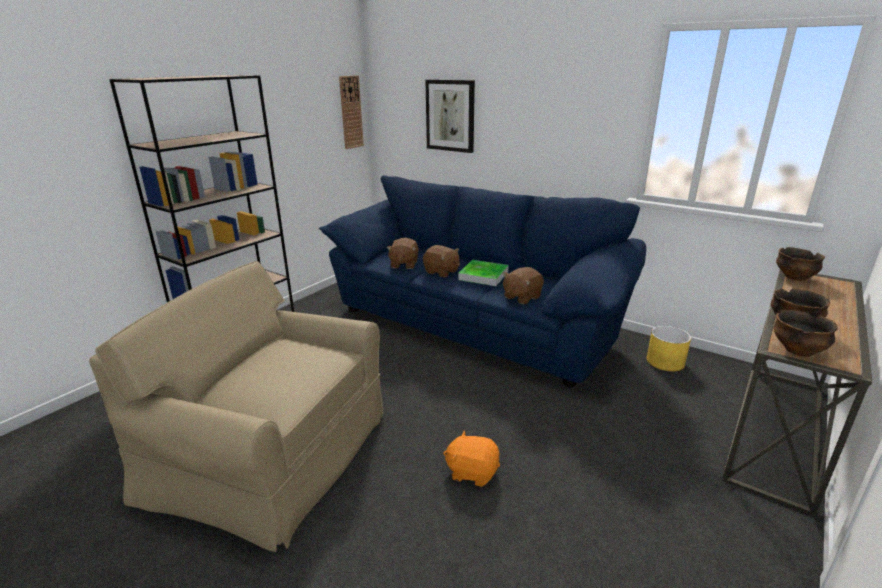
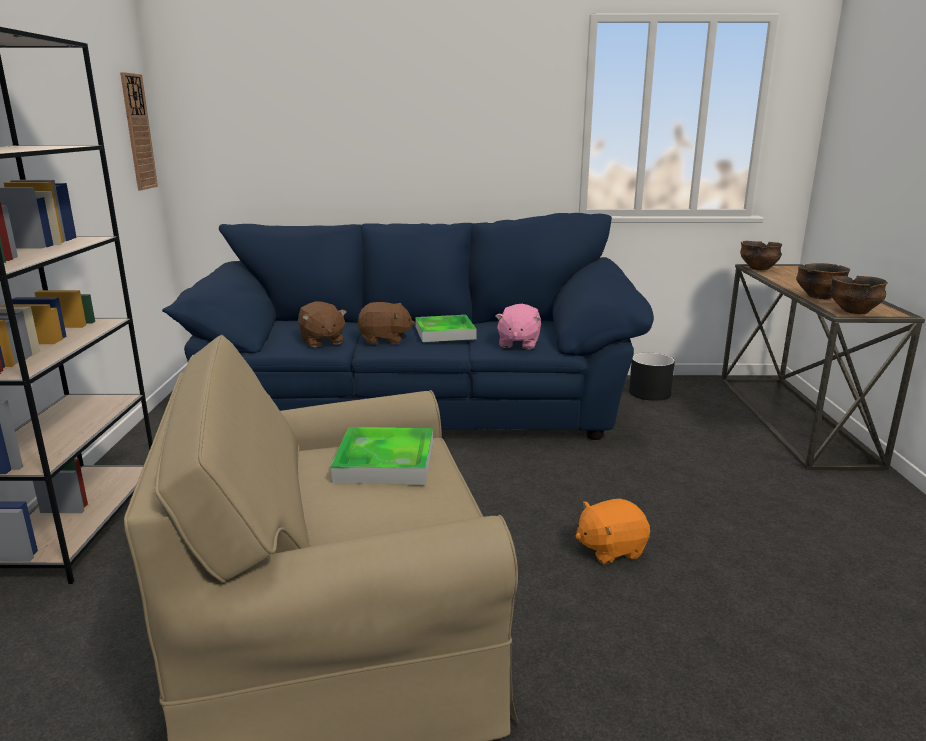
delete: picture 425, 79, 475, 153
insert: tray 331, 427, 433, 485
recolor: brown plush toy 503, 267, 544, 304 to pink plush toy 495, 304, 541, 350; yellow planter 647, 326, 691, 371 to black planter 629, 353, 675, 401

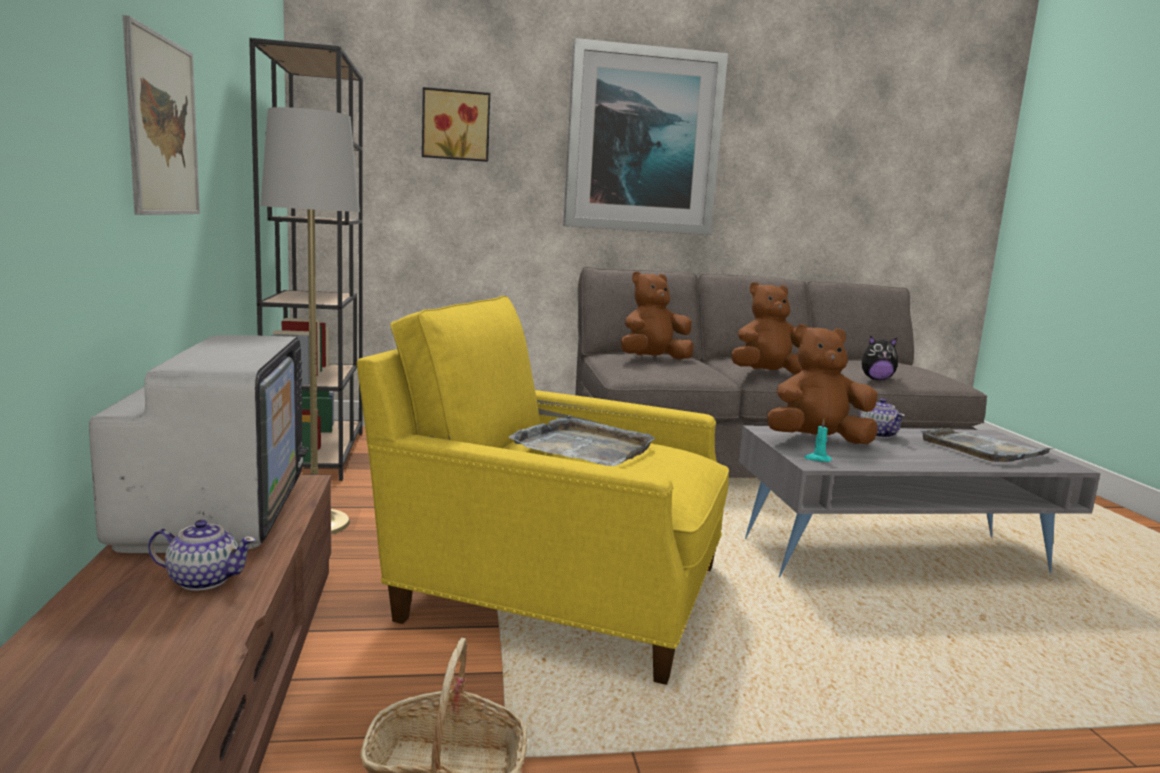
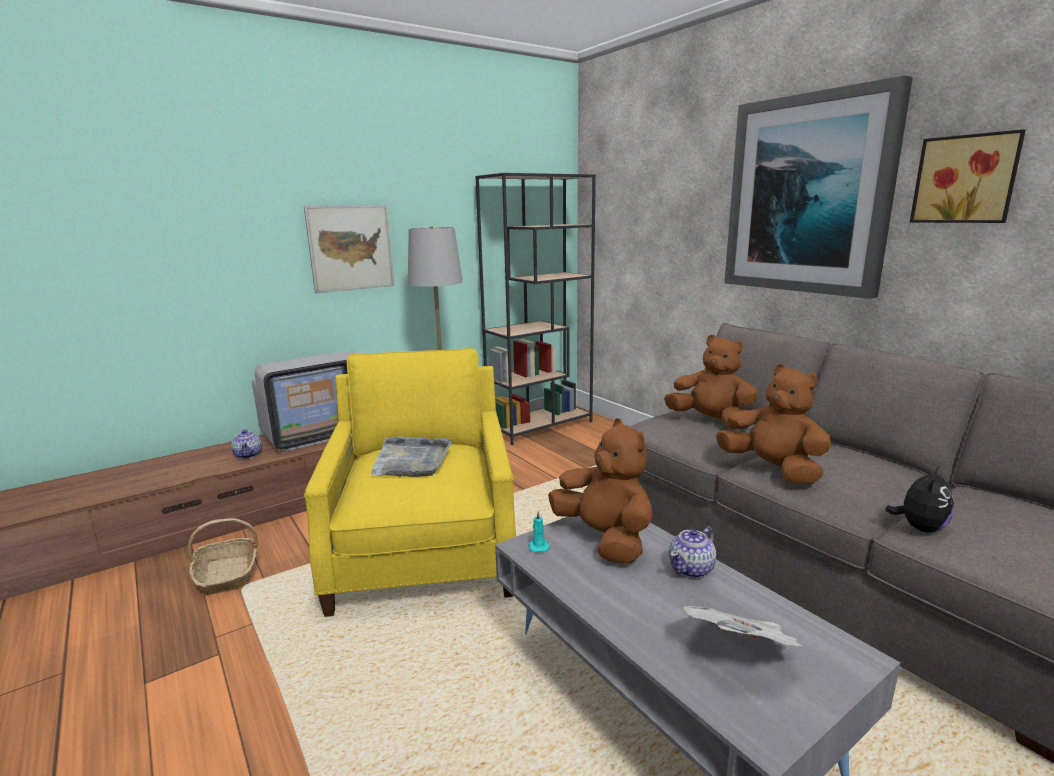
move: picture 422, 87, 490, 162 to 910, 129, 1026, 223
replace: grey tray 920, 428, 1056, 462 to newspaper 683, 606, 805, 647
rotate: plush toy 862, 336, 898, 380 = 885, 467, 954, 533 120 degrees counterclockwise

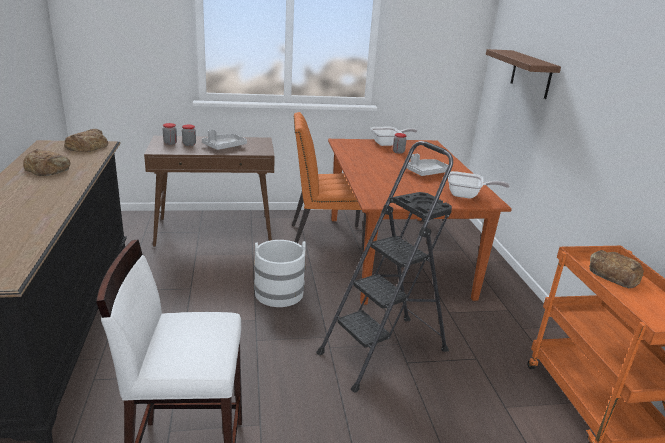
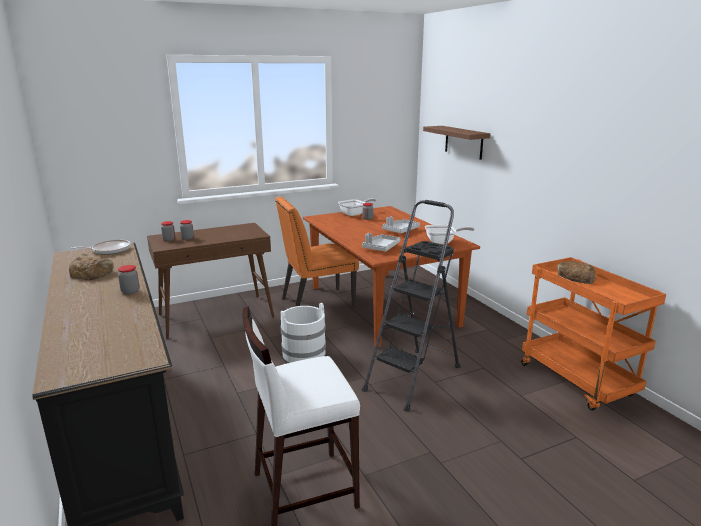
insert: jar 118, 265, 139, 294
move: grey tray 202, 129, 247, 150 to 362, 233, 400, 251
replace: bread 64, 129, 108, 152 to frying pan 71, 240, 131, 255

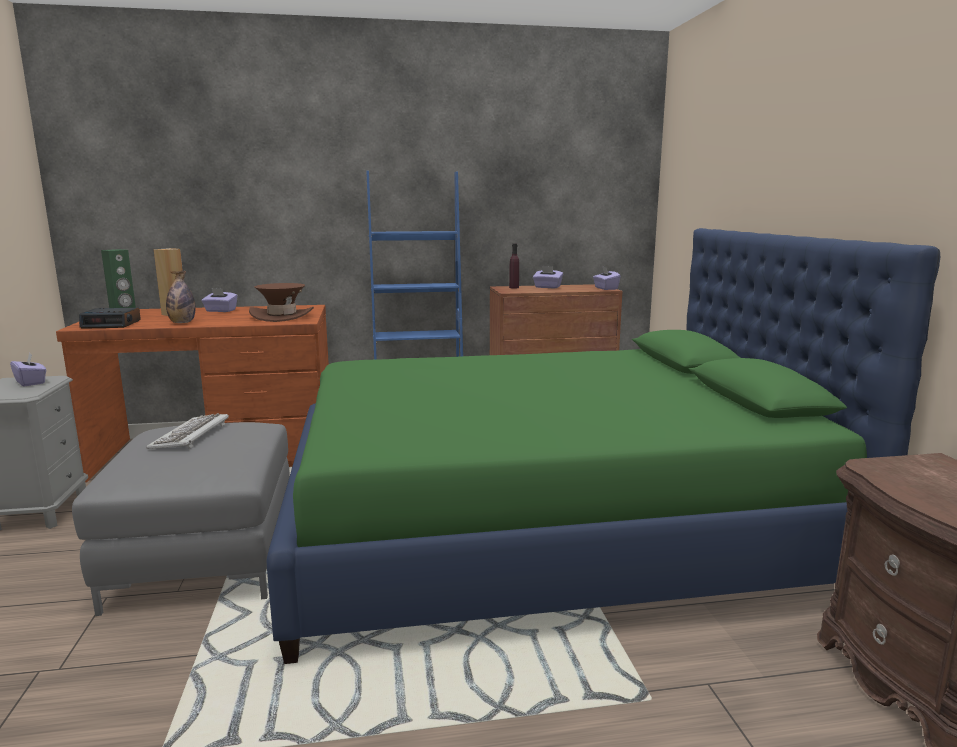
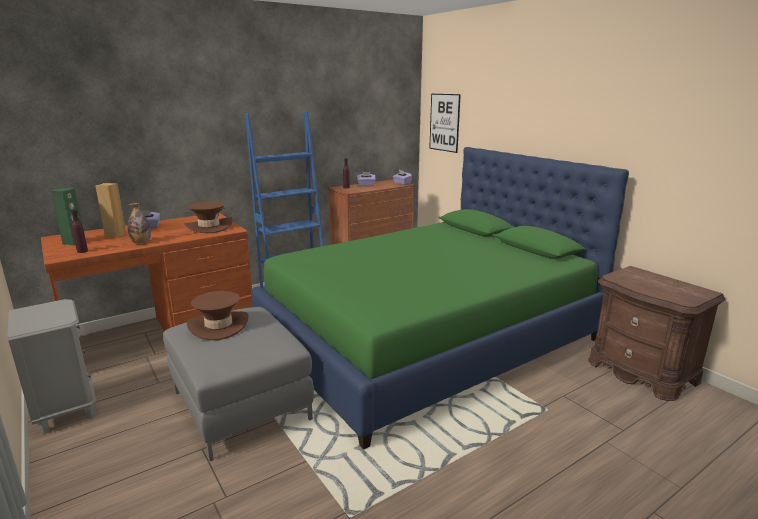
delete: purple tissue box 10, 352, 46, 387
insert: picture 429, 94, 461, 153
replace: alarm clock 79, 308, 141, 329 to purple bottle 71, 210, 88, 253; keyboard 146, 413, 229, 449 to brown hat 187, 291, 249, 340

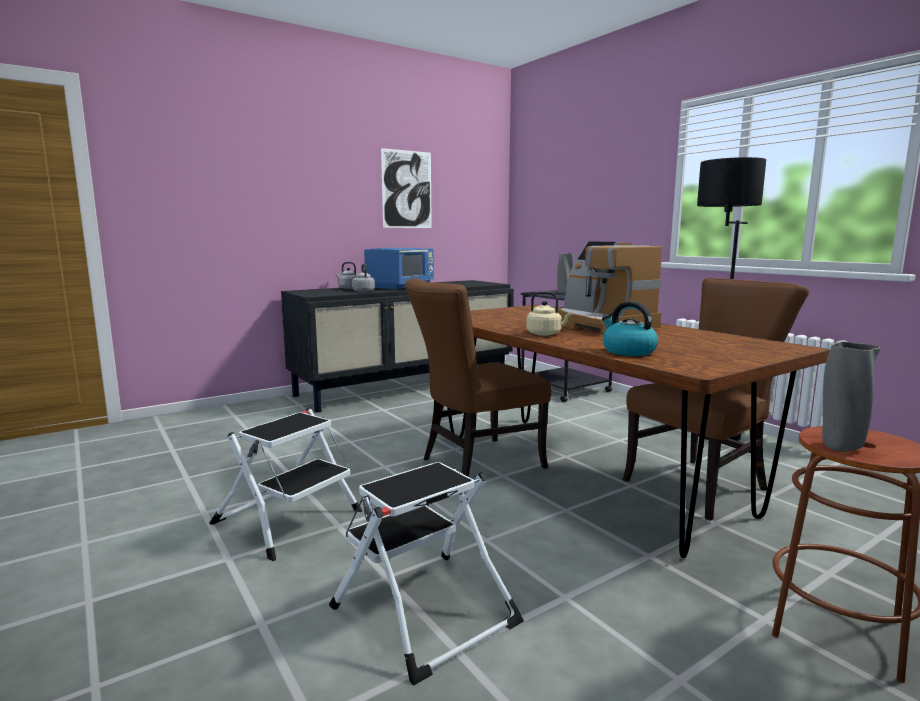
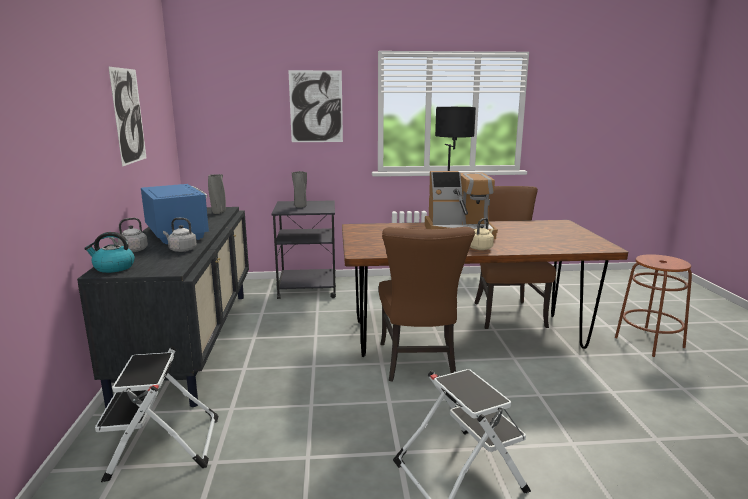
insert: picture 288, 70, 343, 142
move: kettle 602, 301, 658, 356 to 84, 232, 135, 273; step ladder 329, 462, 524, 685 to 95, 346, 219, 482; grey vase 822, 341, 881, 452 to 208, 174, 226, 214

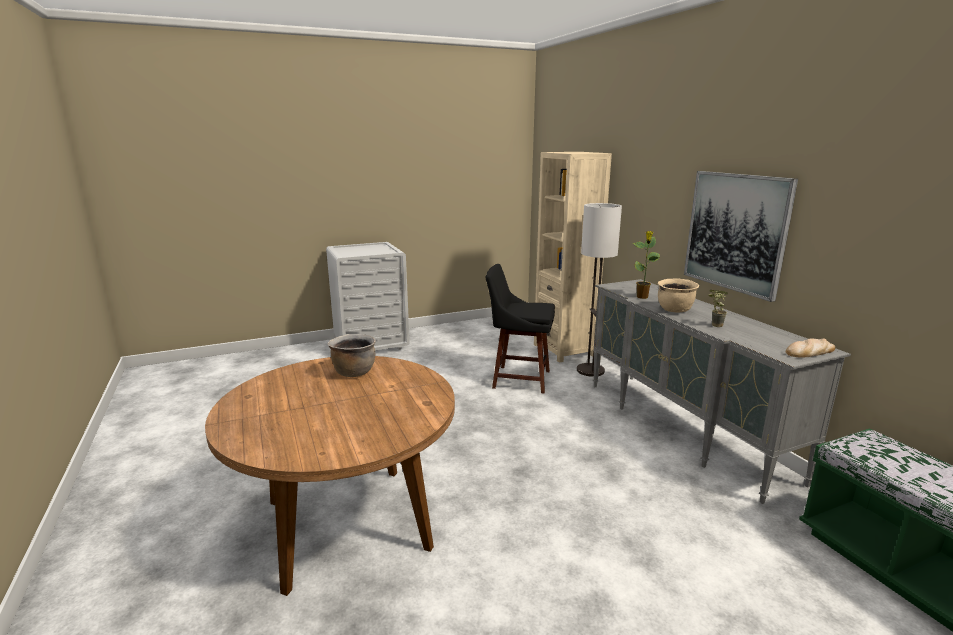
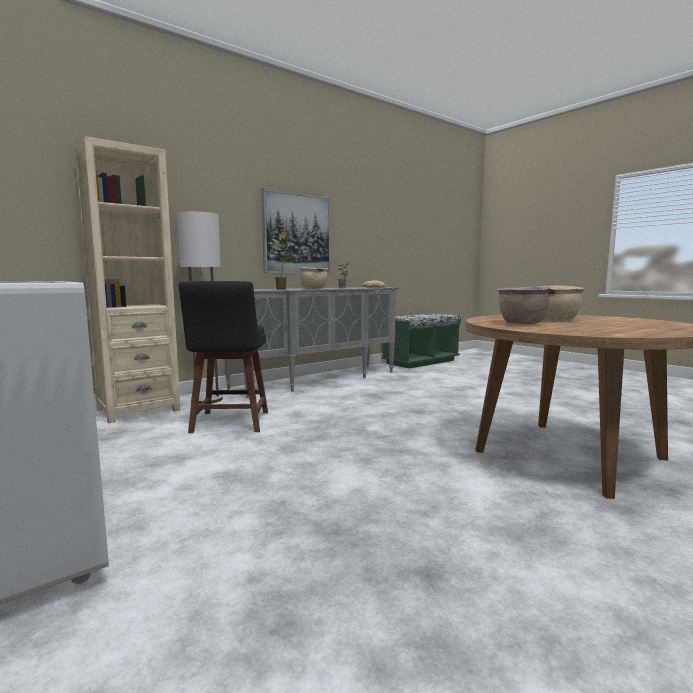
insert: beige cooking pot 536, 285, 585, 321

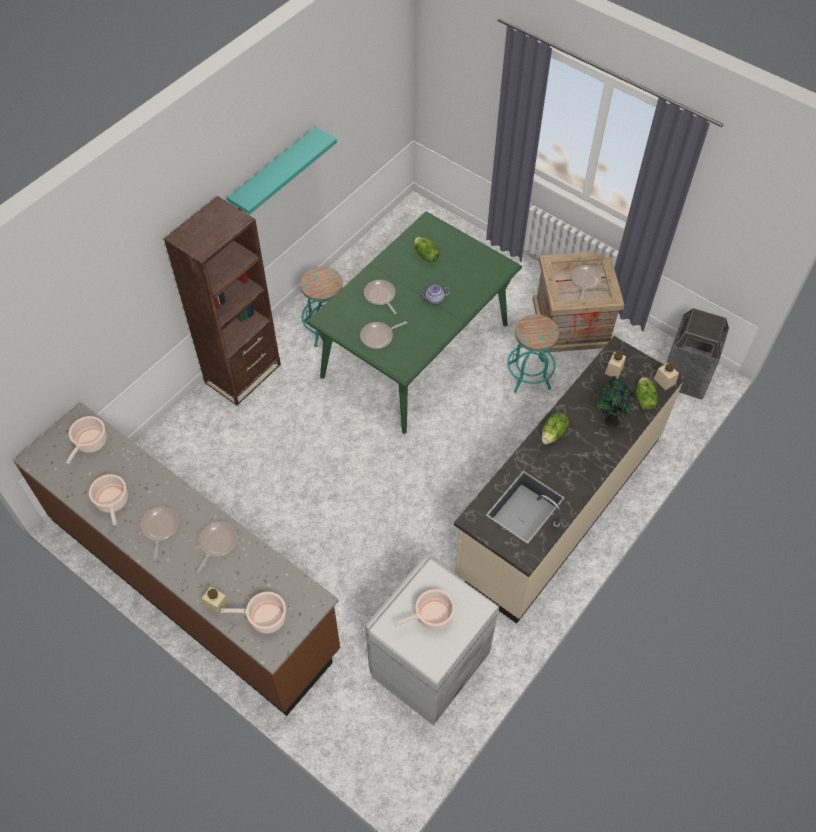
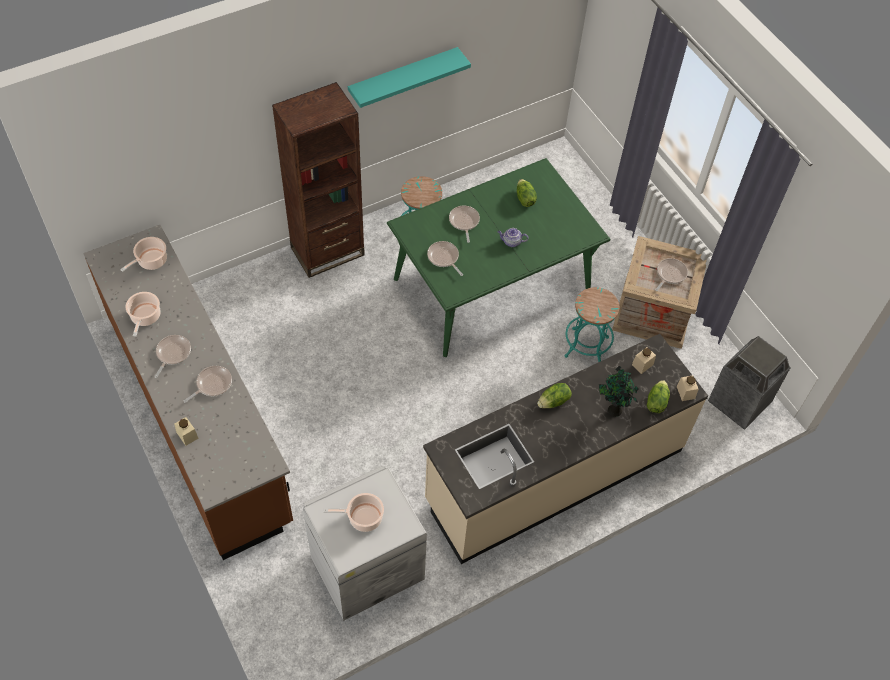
delete: cooking pot 221, 592, 286, 634
rotate: frying pan 360, 321, 407, 349 = 427, 241, 463, 276 60 degrees clockwise

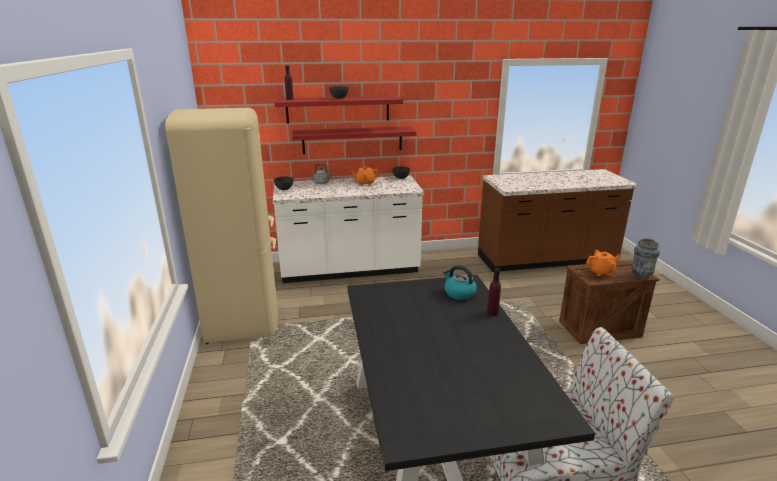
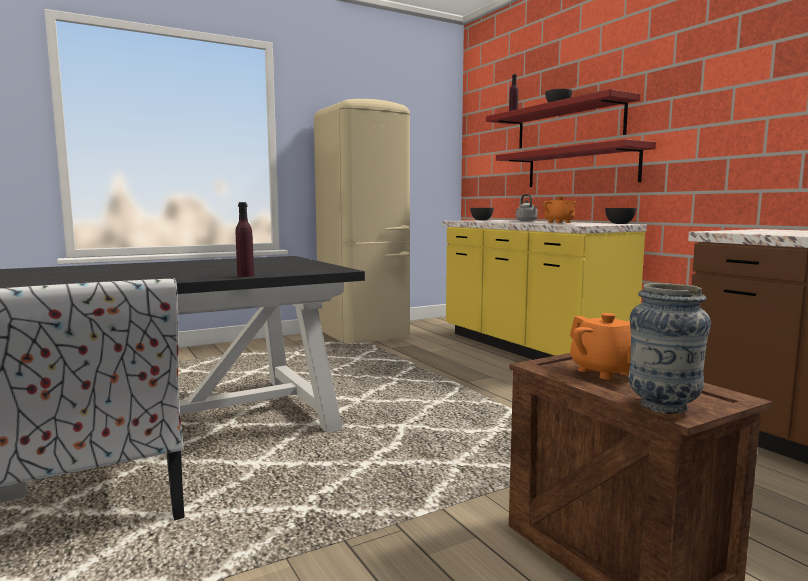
delete: kettle 443, 265, 477, 300
recolor: white counter 273, 175, 424, 283 to yellow counter 442, 220, 647, 360

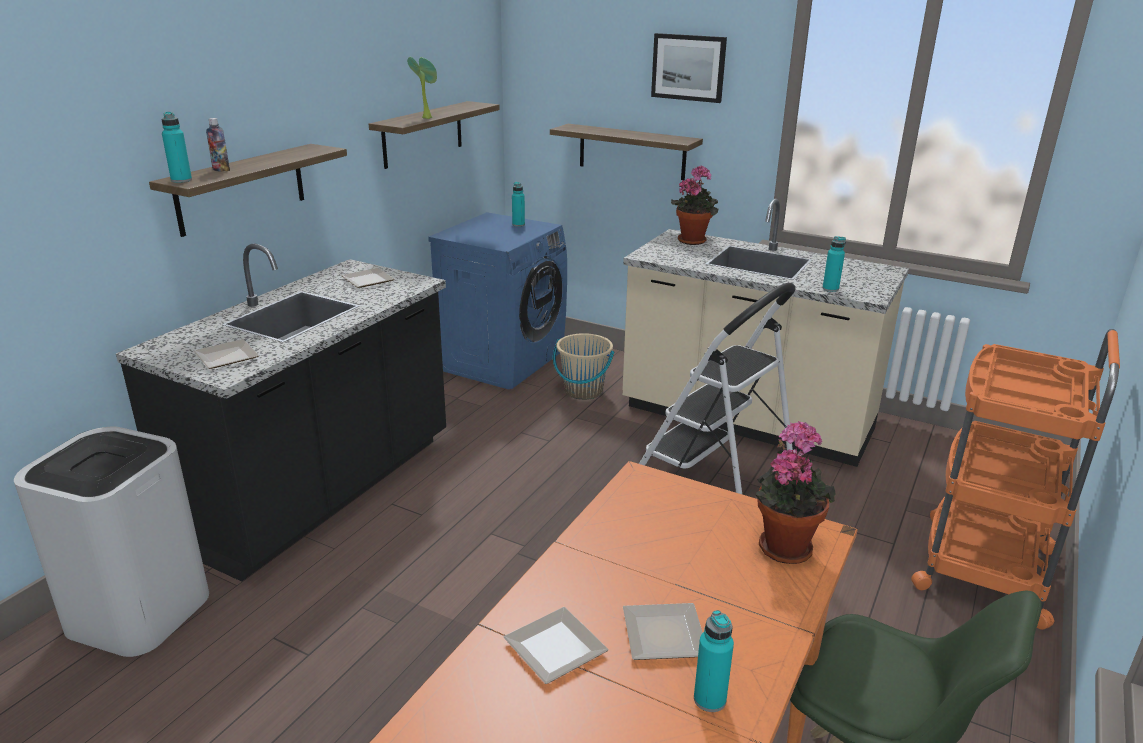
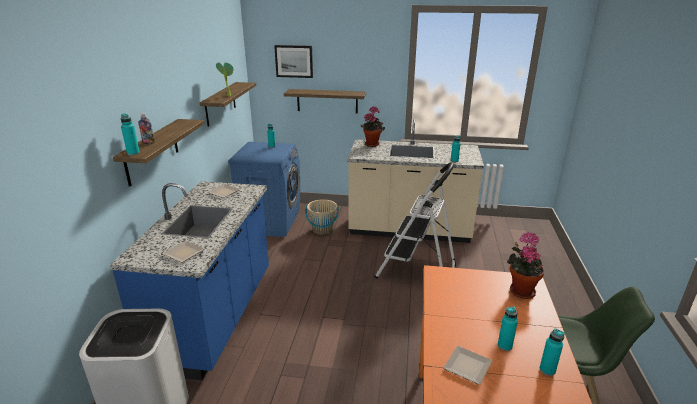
delete: orange cart 911, 329, 1120, 630
move: picture 651, 33, 727, 103 to 274, 45, 313, 78
replace: plate 623, 603, 703, 660 to turquoise bottle 498, 306, 518, 351
recolor: black counter 116, 244, 446, 582 to blue counter 110, 181, 269, 380

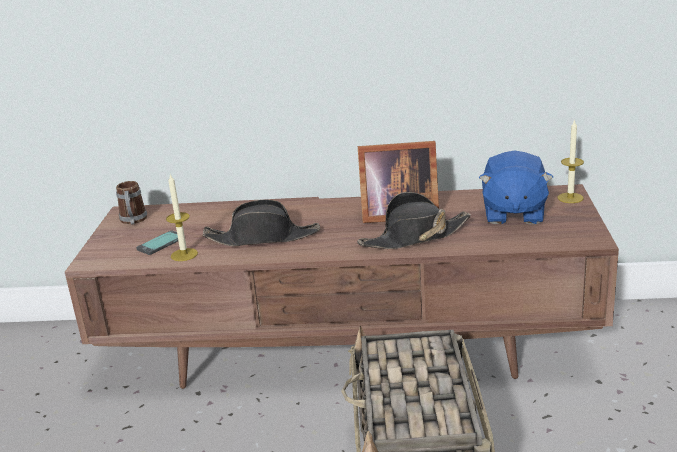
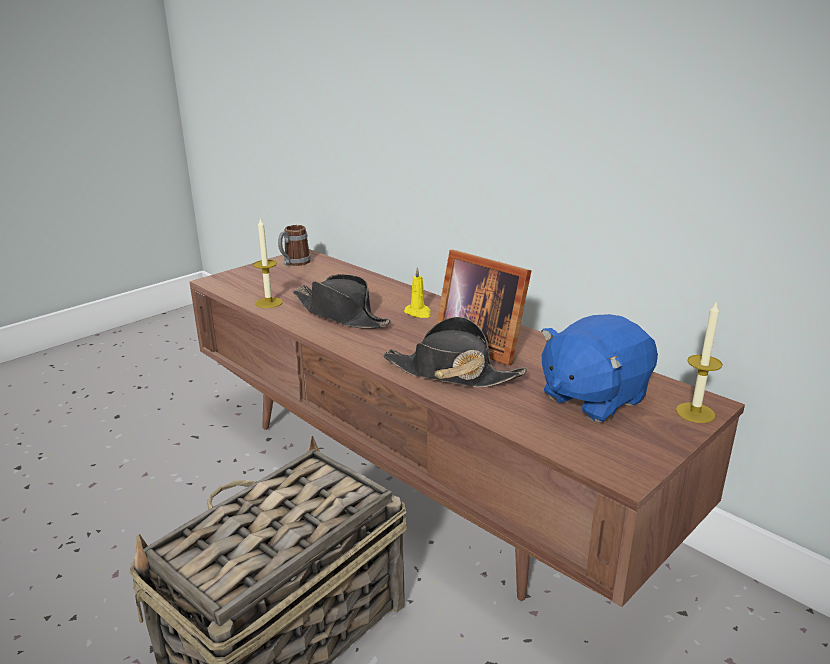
delete: phone 136, 231, 178, 255
insert: yellow candle 404, 267, 431, 318

